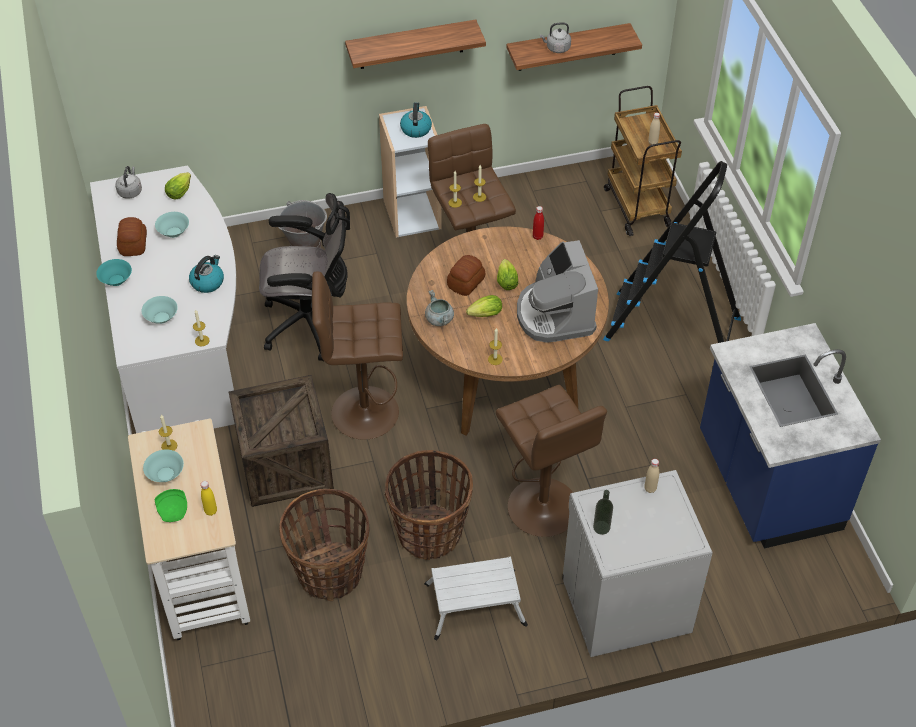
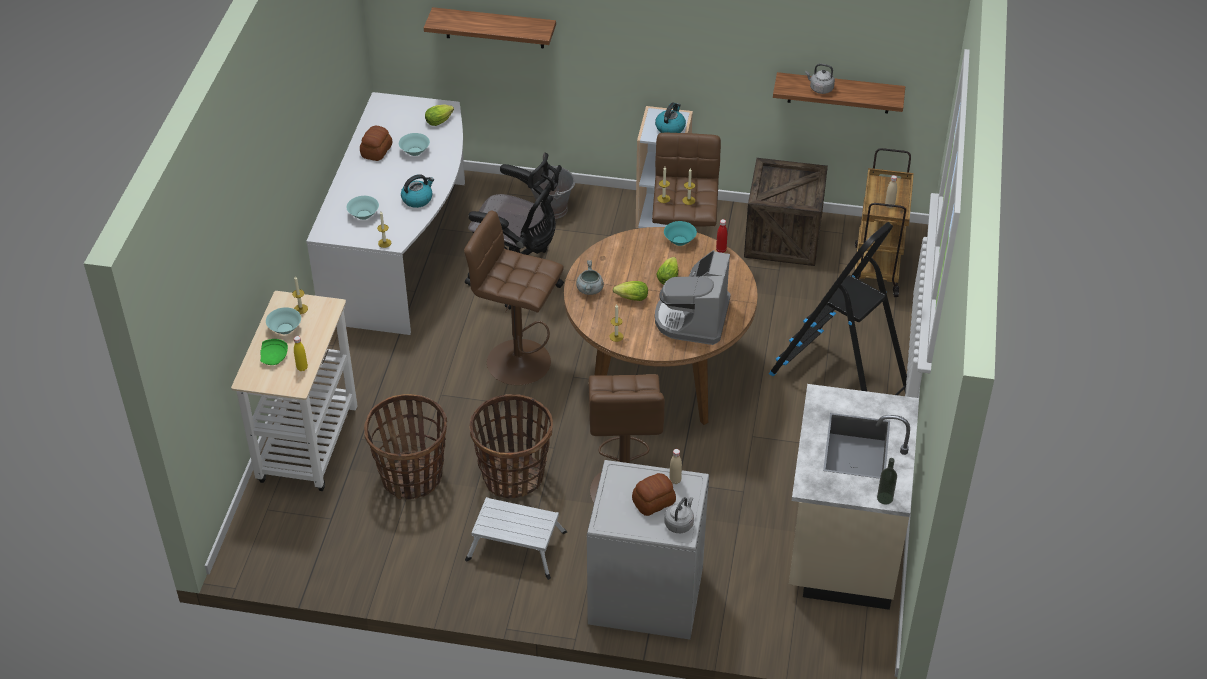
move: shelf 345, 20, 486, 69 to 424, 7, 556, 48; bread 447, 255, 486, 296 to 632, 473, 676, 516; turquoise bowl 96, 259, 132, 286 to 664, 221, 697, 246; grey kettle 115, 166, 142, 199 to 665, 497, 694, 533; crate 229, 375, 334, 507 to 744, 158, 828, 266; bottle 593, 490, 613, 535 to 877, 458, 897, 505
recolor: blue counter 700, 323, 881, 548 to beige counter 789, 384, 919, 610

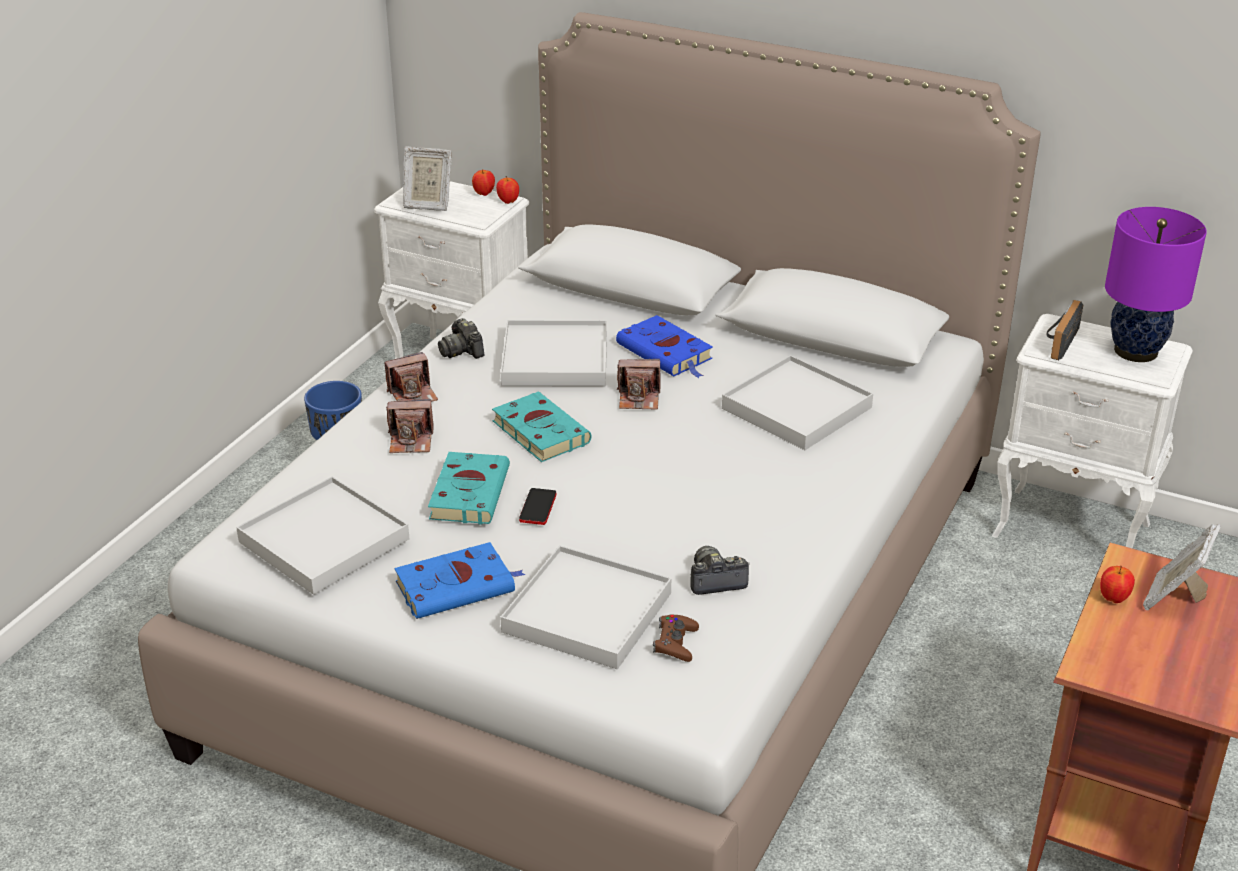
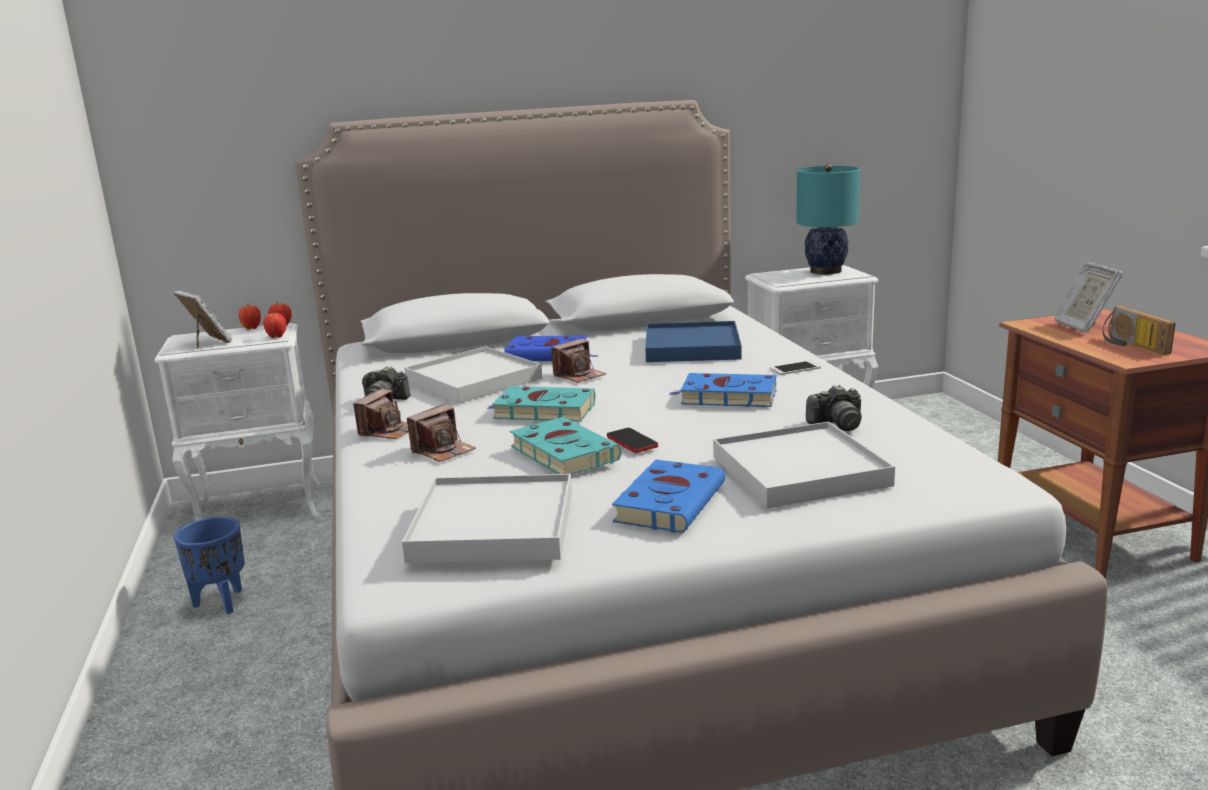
delete: brown game controller 653, 615, 699, 662
insert: blue book 669, 373, 777, 407; phone 770, 361, 821, 375
move: apple 1100, 566, 1135, 603 to 263, 312, 286, 338; radio 1046, 300, 1083, 360 to 1103, 306, 1176, 355
recolor: white tray 722, 355, 873, 450 to blue tray 645, 321, 742, 362; purple table lamp 1105, 207, 1207, 362 to turquoise table lamp 796, 164, 860, 274
rotate: picture frame 403, 147, 452, 211 = 174, 290, 232, 350 105 degrees counterclockwise; photo camera 690, 546, 750, 595 = 806, 385, 862, 431 135 degrees counterclockwise

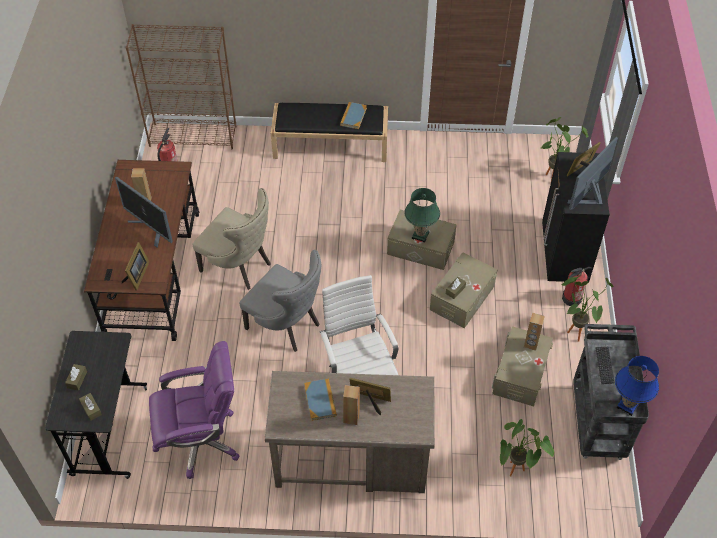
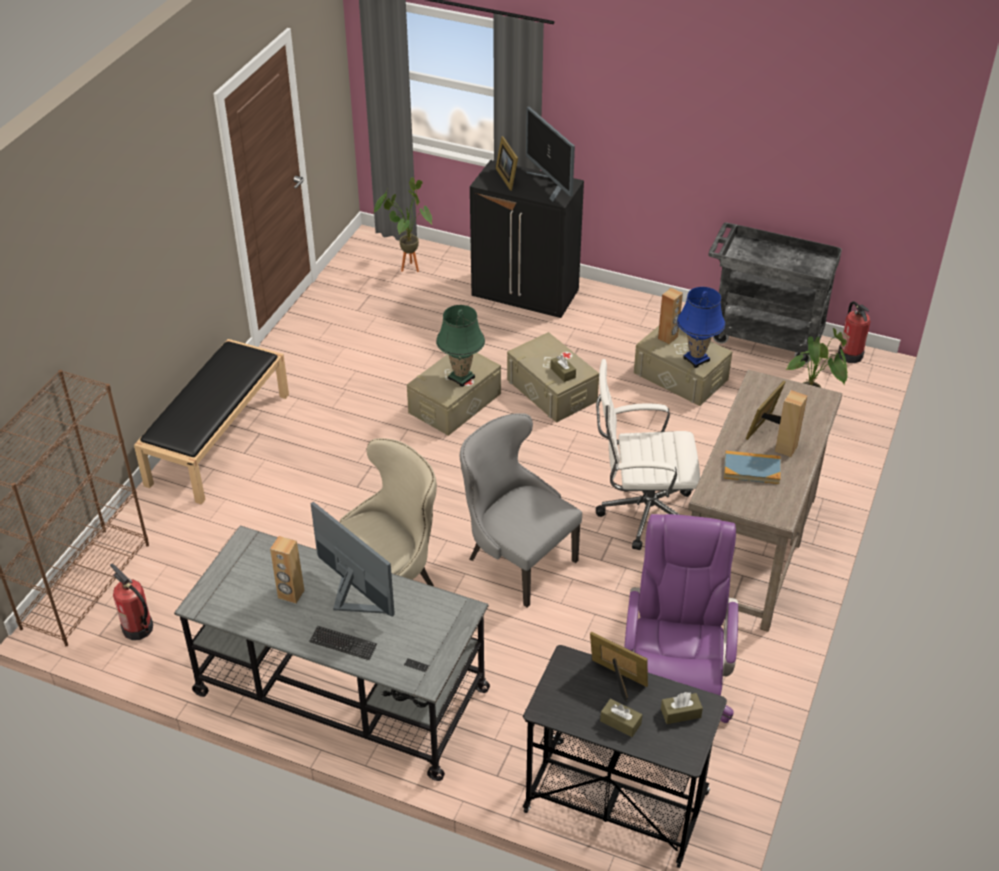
delete: book 340, 102, 367, 129; potted plant 561, 275, 614, 342
move: keyboard 595, 347, 615, 384 to 309, 626, 377, 660; picture frame 122, 242, 149, 291 to 590, 632, 648, 702; blue table lamp 615, 356, 659, 416 to 677, 287, 725, 368; fire extinguisher 562, 267, 593, 306 to 838, 301, 871, 363
recolor: brown desk 84, 160, 199, 341 to grey desk 174, 525, 490, 781
rotate: monitor 115, 176, 173, 248 = 311, 502, 395, 617 105 degrees counterclockwise; grey chair 240, 250, 321, 352 = 460, 413, 582, 608 105 degrees counterclockwise

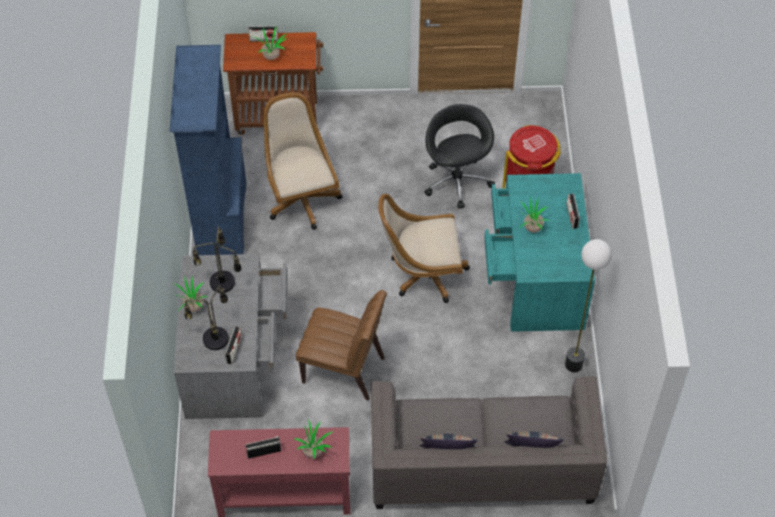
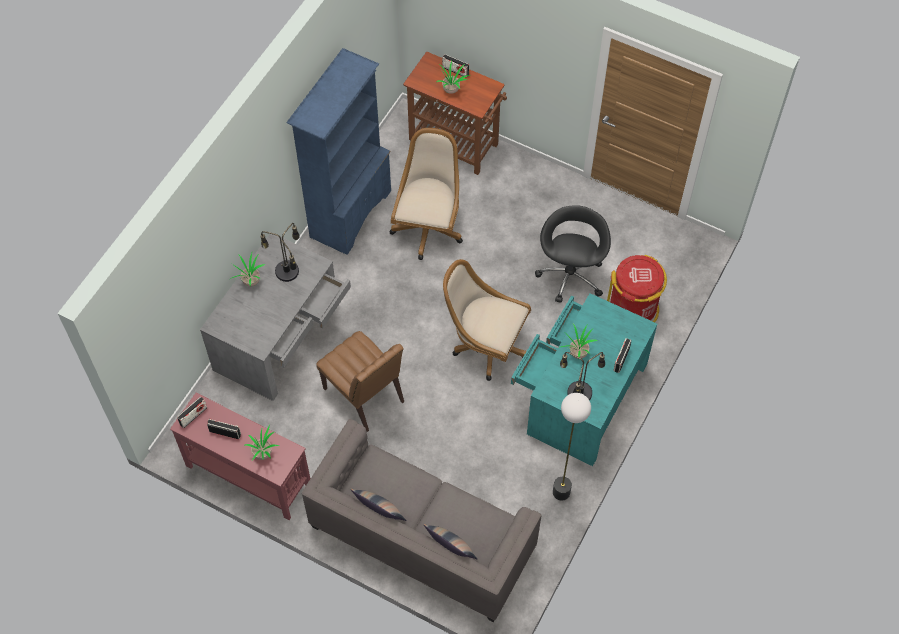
move: radio 225, 327, 242, 364 to 177, 396, 207, 428; table lamp 184, 285, 229, 350 to 560, 352, 605, 401

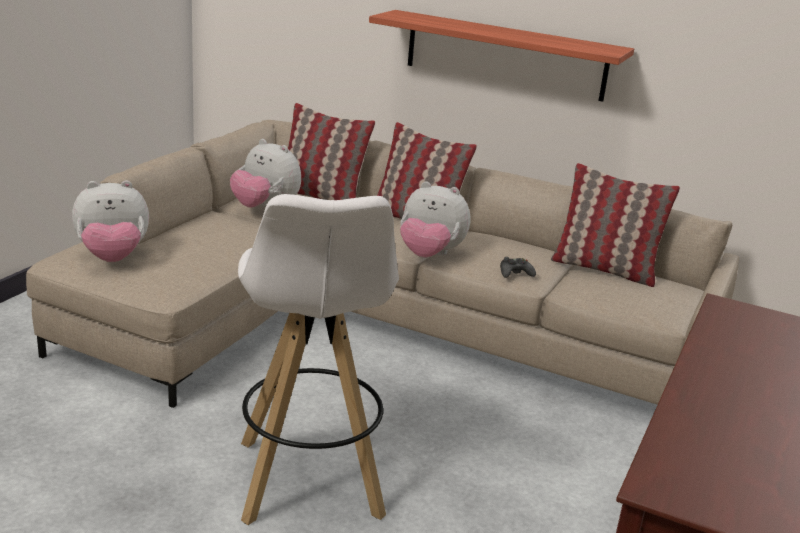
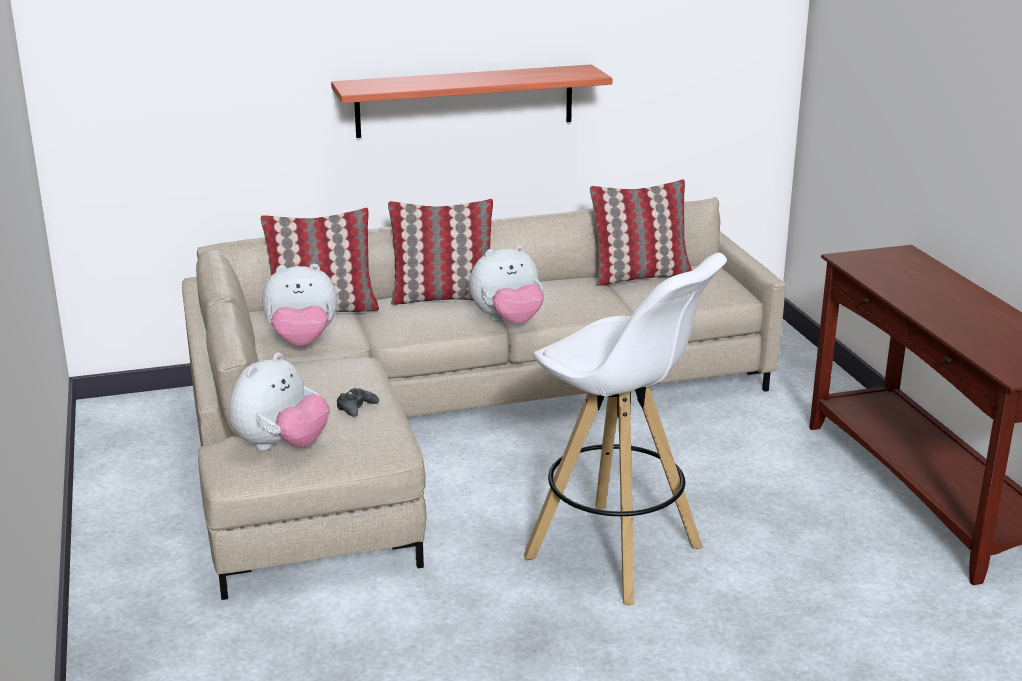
move: black game controller 500, 257, 536, 278 to 337, 388, 379, 417

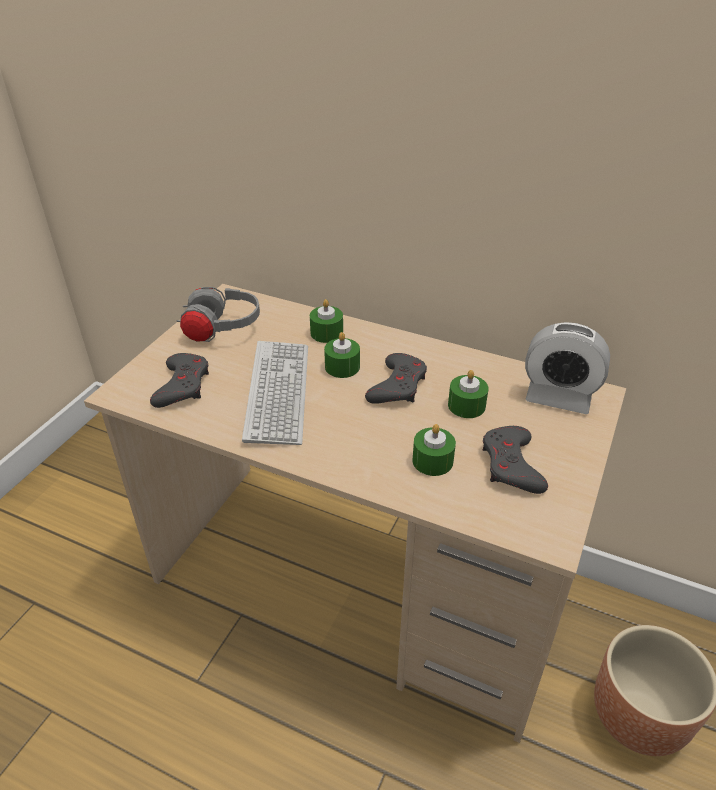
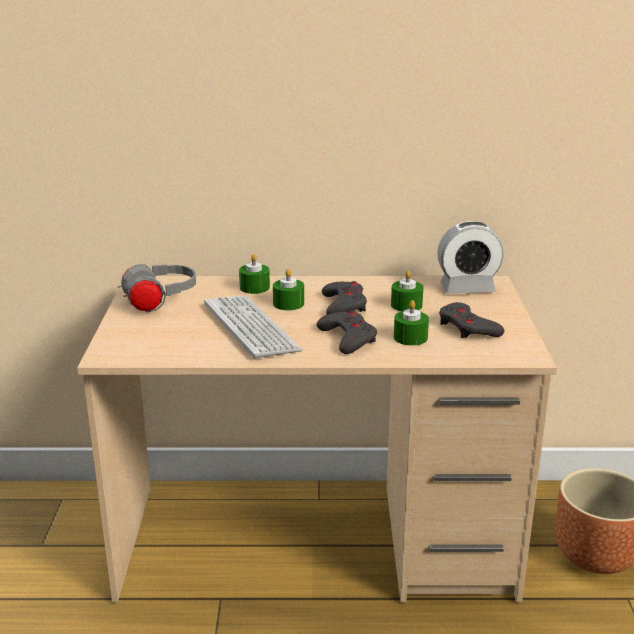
move: grey game controller 150, 353, 209, 408 to 317, 310, 377, 354

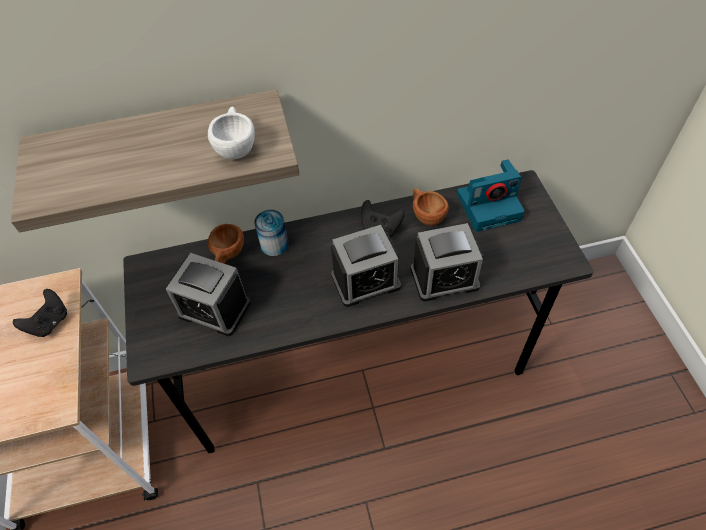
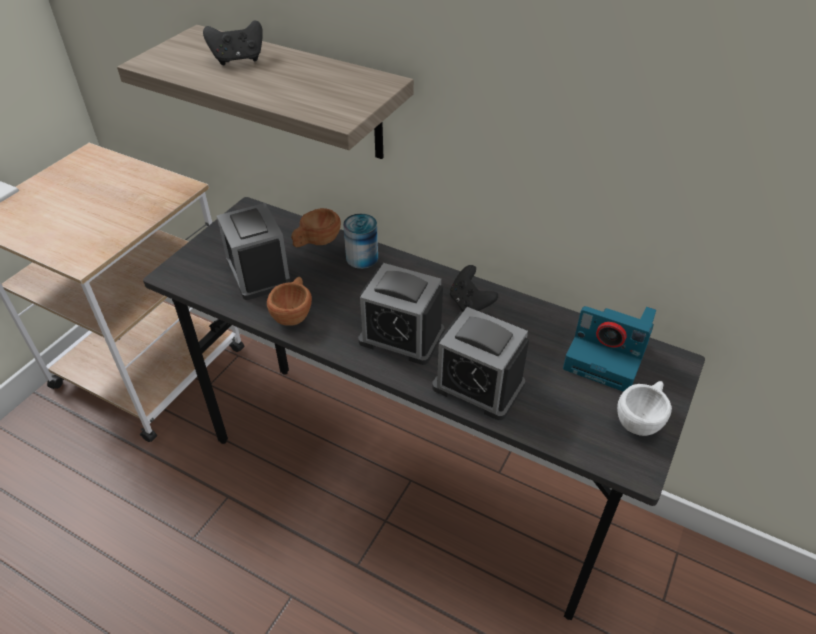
move: black game controller 13, 289, 67, 337 to 203, 20, 263, 65; brown cup 413, 188, 449, 226 to 267, 277, 312, 326; white cup 208, 106, 255, 160 to 617, 381, 672, 436

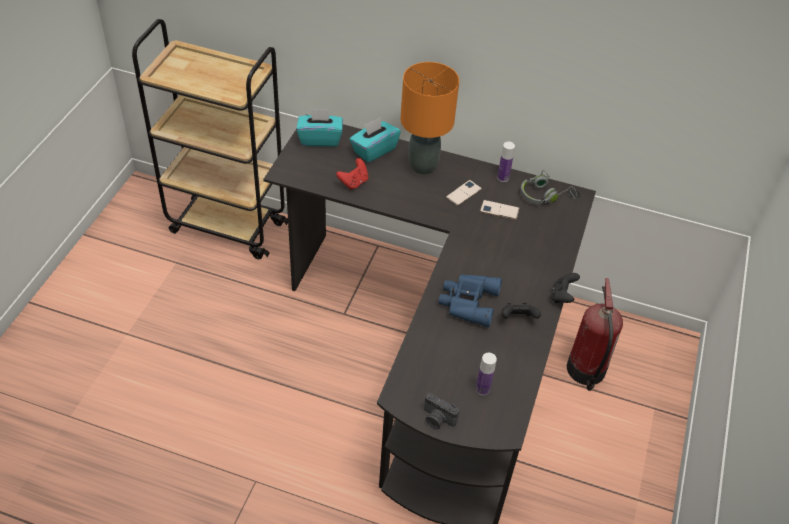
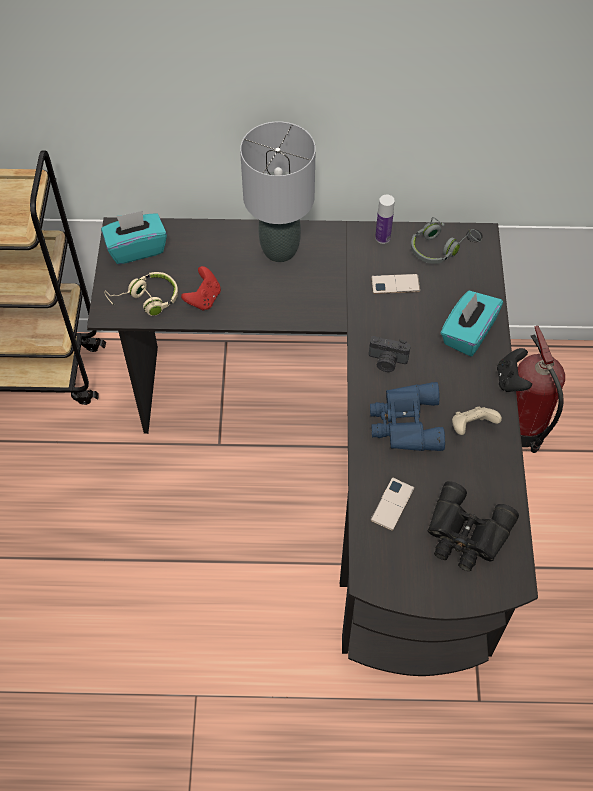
insert: beige headphones 104, 272, 178, 316
move: photo camera 424, 393, 459, 429 to 369, 336, 411, 372; phone 446, 180, 482, 206 to 370, 478, 414, 531; turquoise tissue box 350, 117, 401, 163 to 441, 290, 503, 356
replace: bottle 476, 353, 497, 395 to black binoculars 428, 481, 519, 571
recolor: orange table lamp 401, 62, 459, 175 to grey table lamp 240, 121, 316, 262; black game controller 502, 303, 541, 319 to beige game controller 452, 407, 502, 435

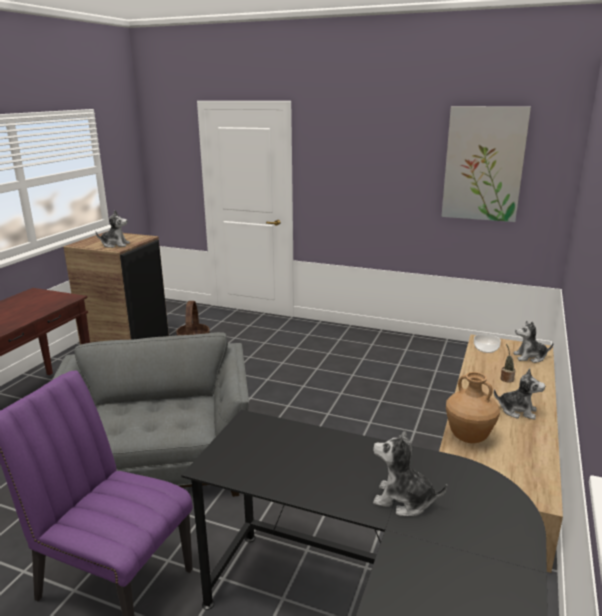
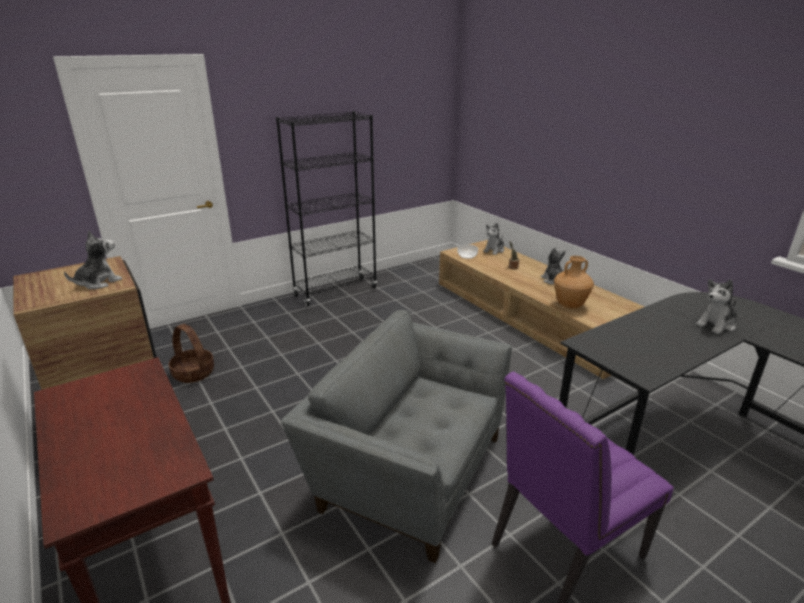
delete: picture 441, 106, 531, 222
insert: black bookcase 276, 111, 377, 306
rotate: plush toy 494, 368, 545, 420 = 541, 247, 566, 284 75 degrees counterclockwise

